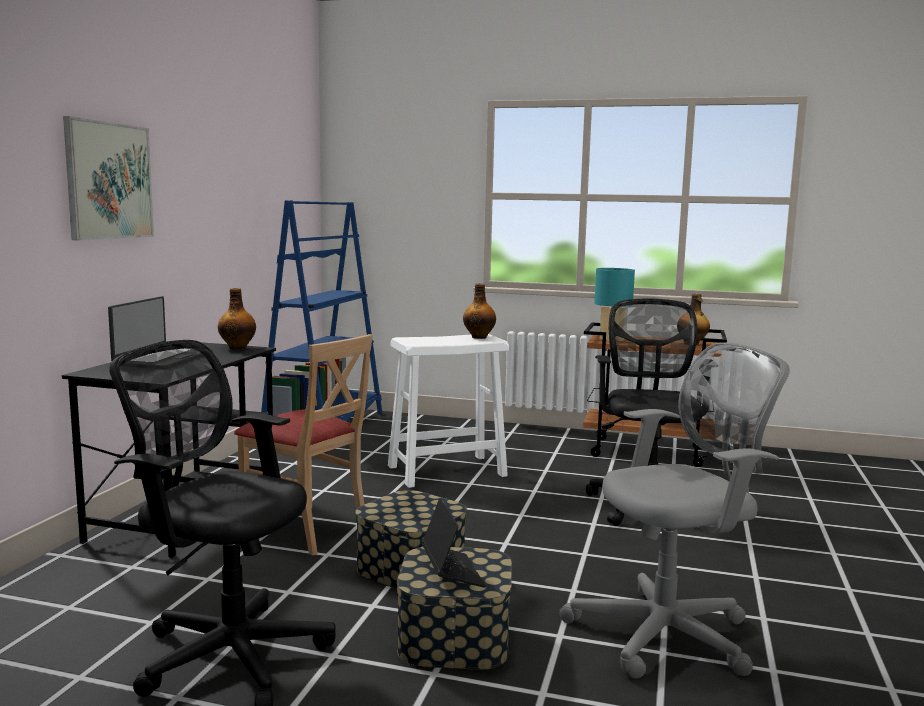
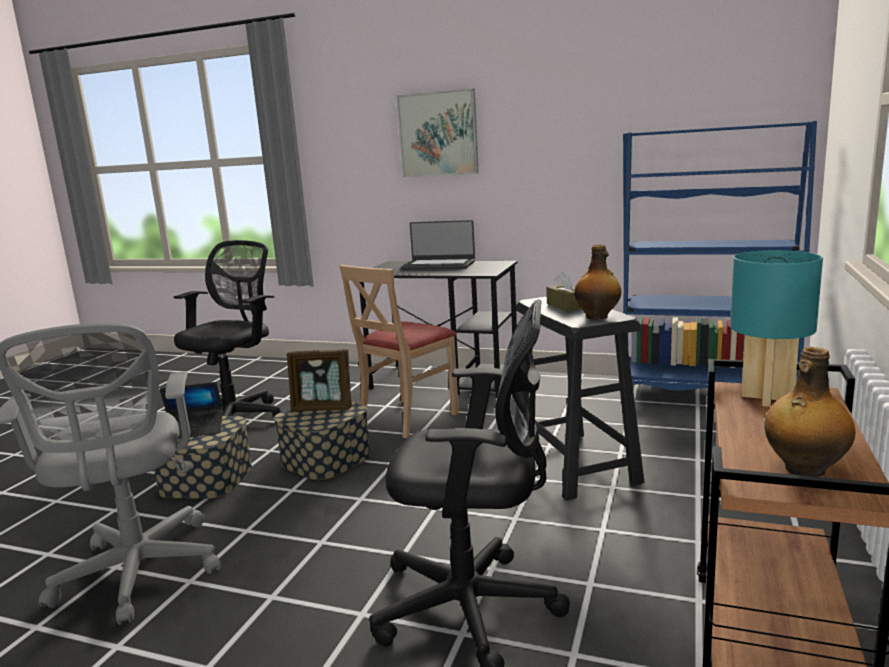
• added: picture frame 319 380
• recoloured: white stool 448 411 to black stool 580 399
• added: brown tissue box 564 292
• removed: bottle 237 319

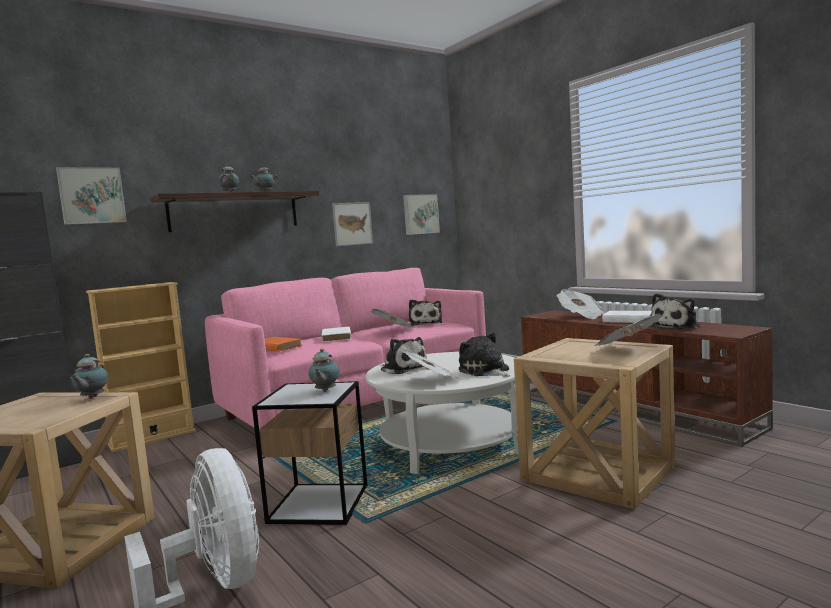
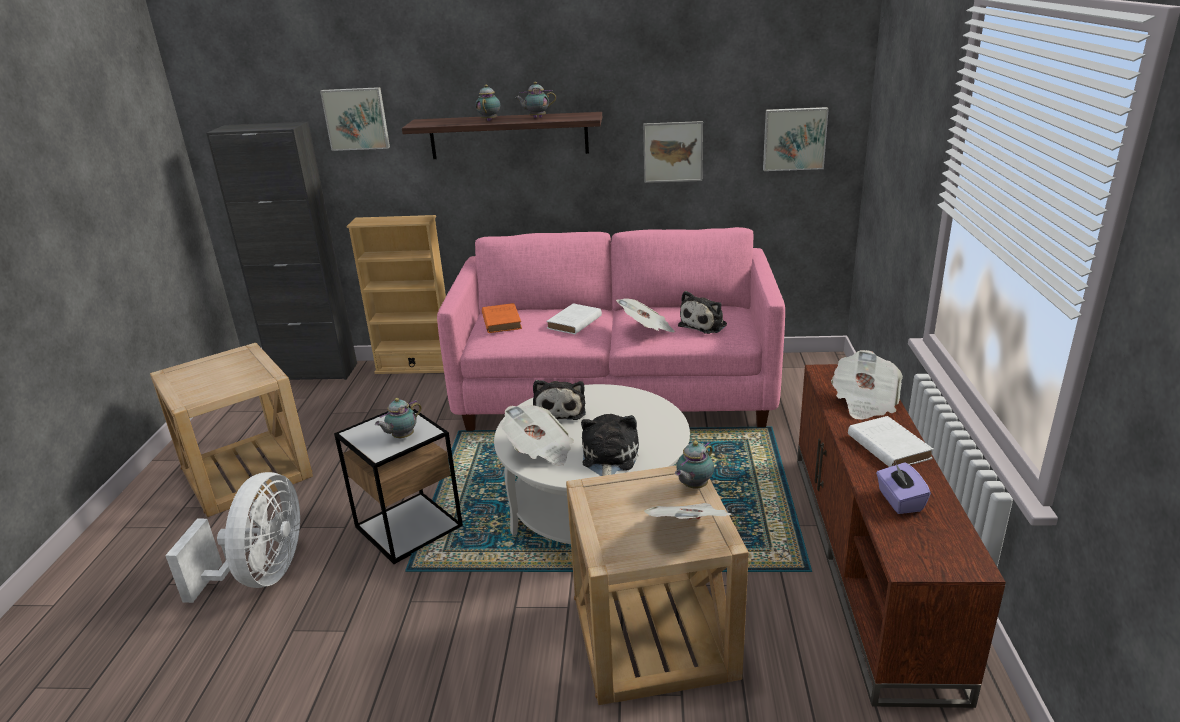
• moved: teapot 89 376 to 694 464
• replaced: plush toy 675 311 to purple tissue box 903 488

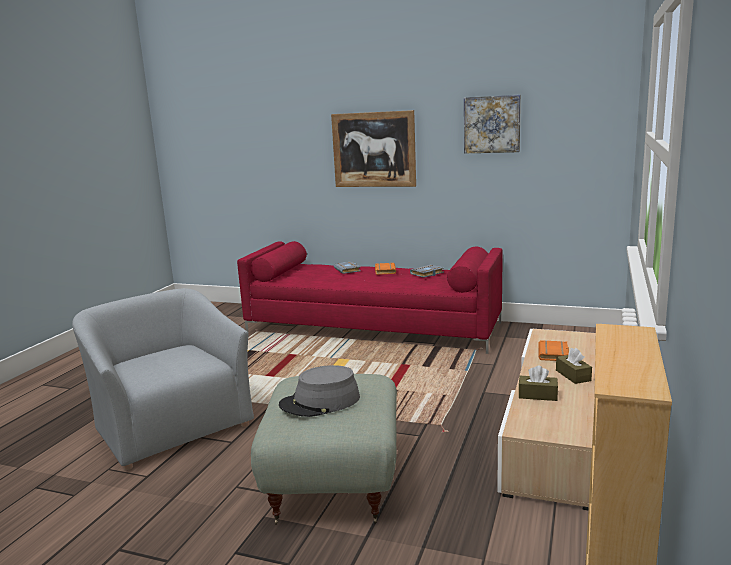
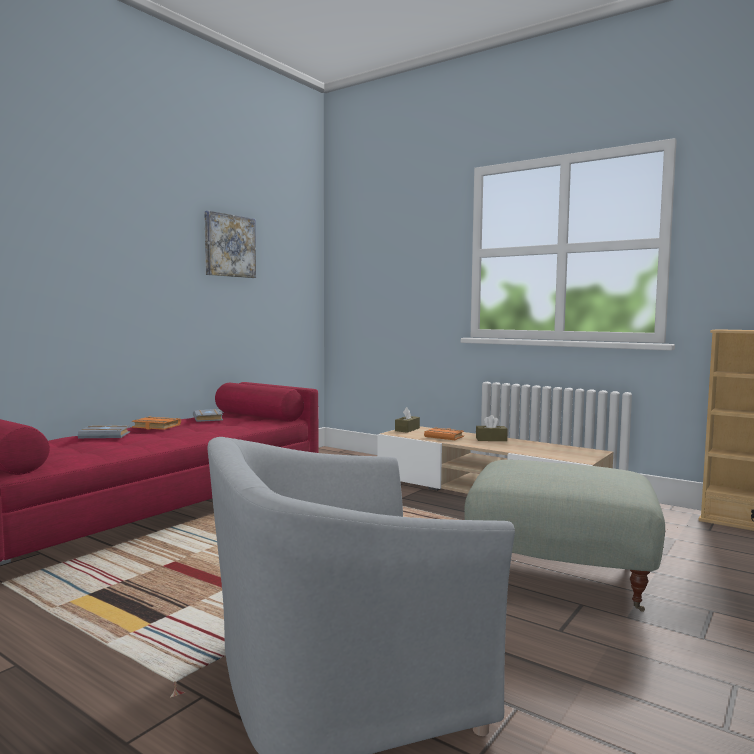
• moved: brown tissue box 538 383 to 407 420
• removed: grey hat 319 391
• removed: picture 373 148

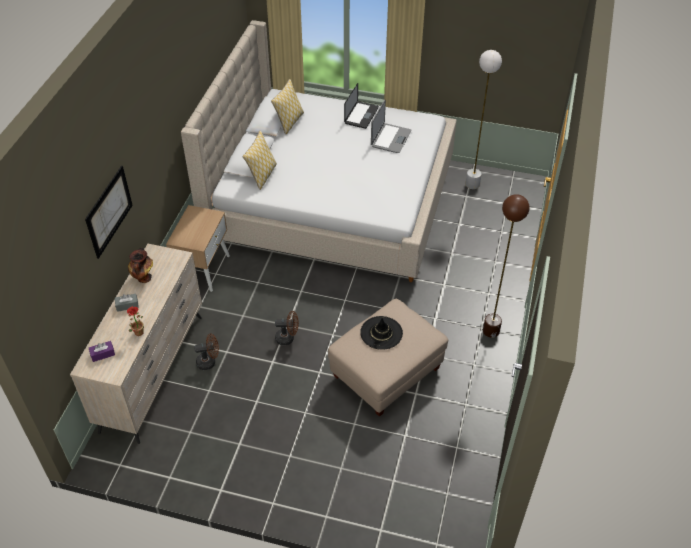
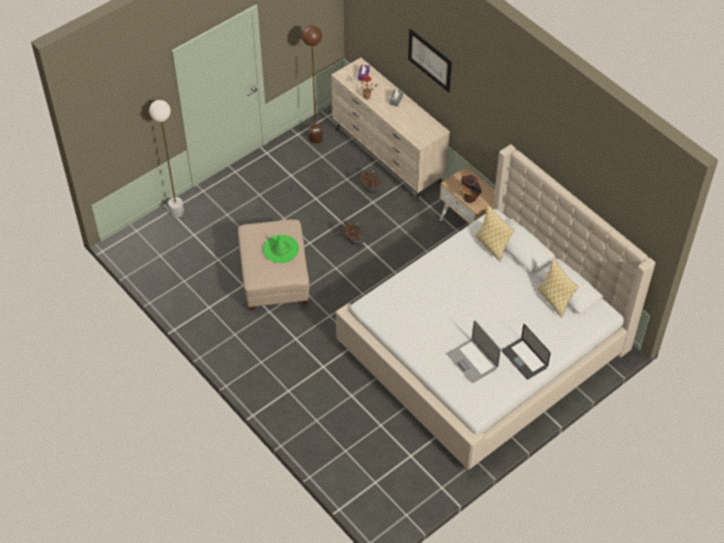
• moved: white floor lamp 484 119 to 166 159
• recoloured: black hat 381 333 to green hat 281 249
• moved: brown floor lamp 506 266 to 312 84
• moved: vase 140 265 to 470 189

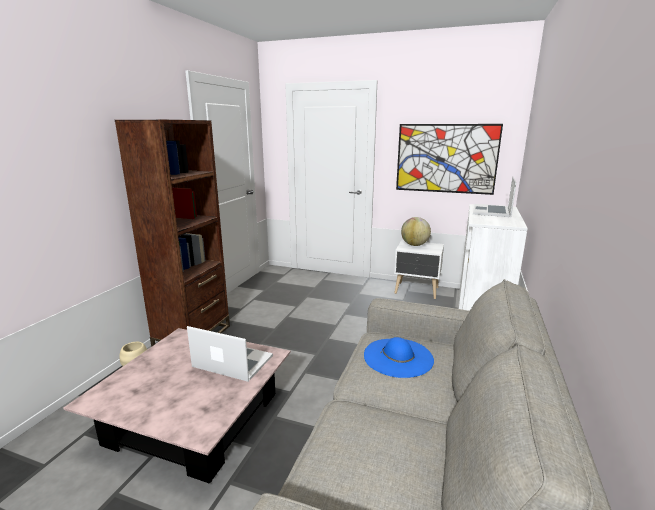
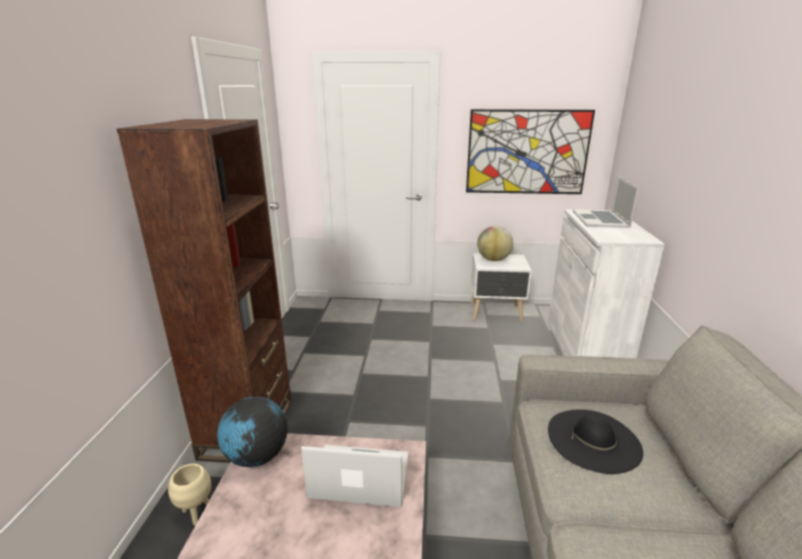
• added: globe 252 432
• recoloured: blue hat 399 357 to black hat 595 441

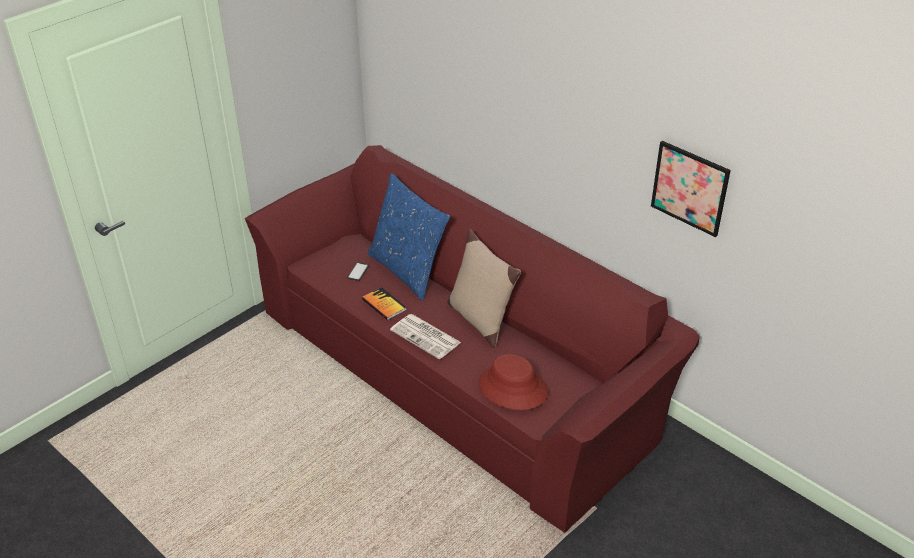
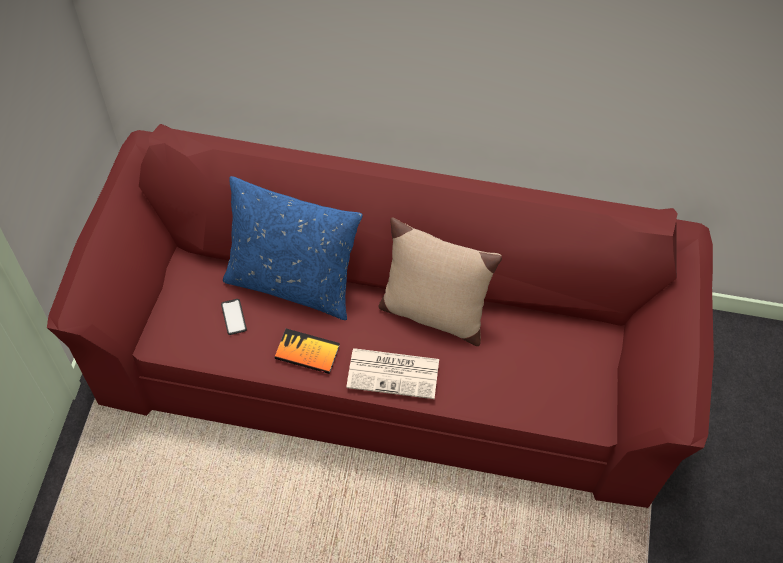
• removed: red hat 513 382
• removed: picture 691 189

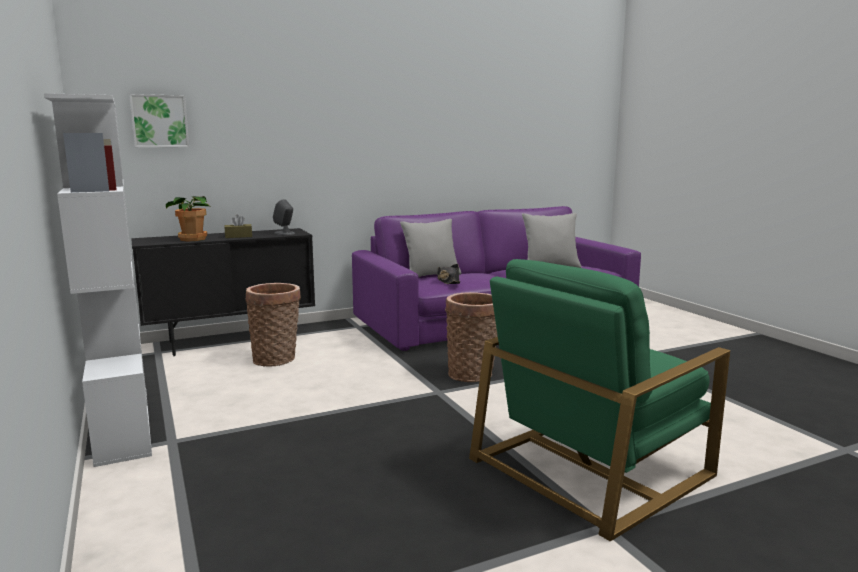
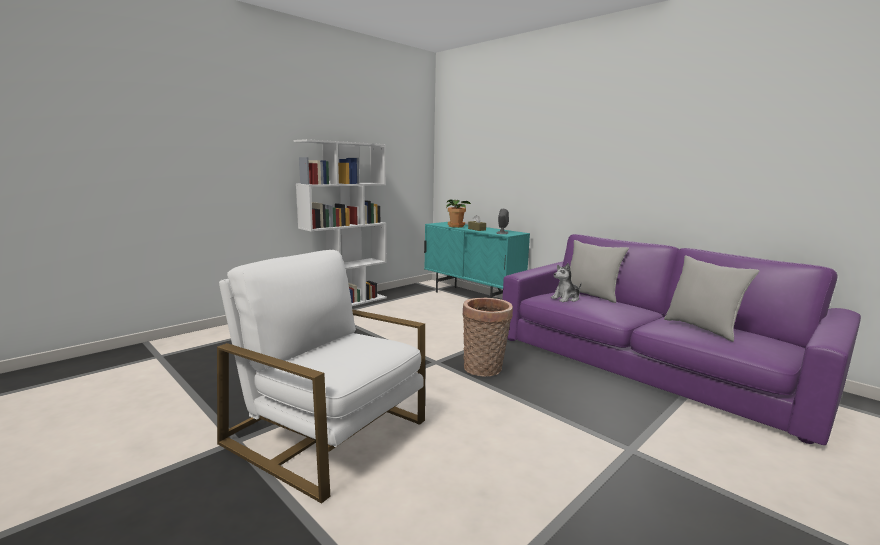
• recoloured: green armchair 599 400 to white armchair 321 377
• recoloured: black cabinet 223 292 to turquoise cabinet 477 260
• replaced: black hat 449 274 to plush toy 566 282
• removed: picture 159 120
• removed: basket 273 325

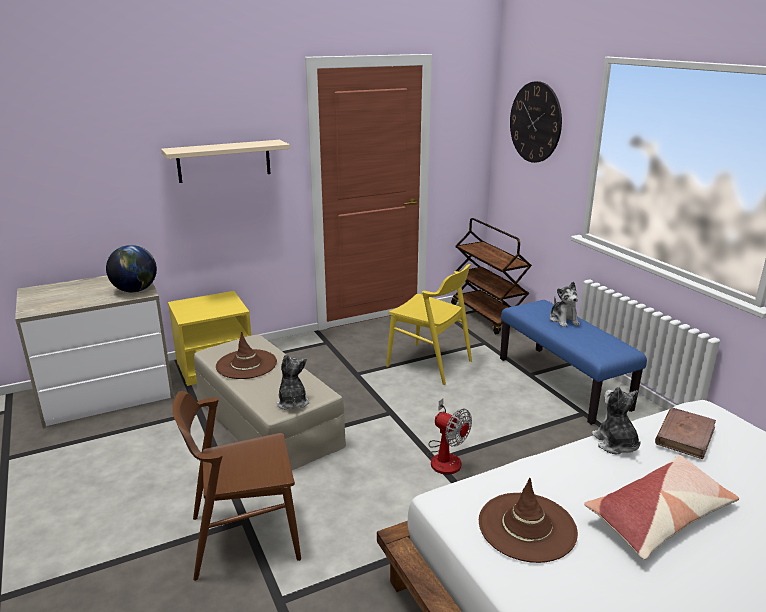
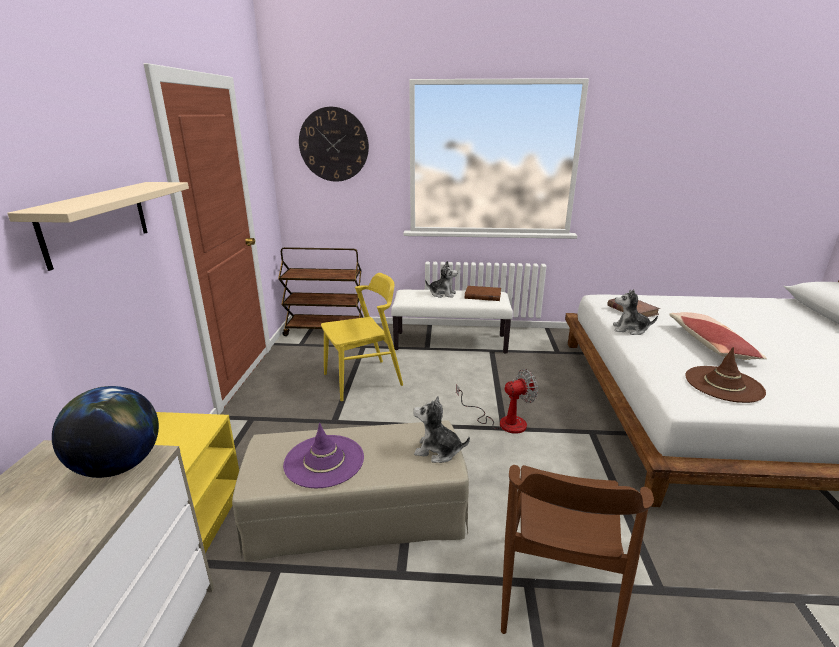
• recoloured: brown hat 246 355 to purple hat 323 455
• recoloured: blue bench 573 362 to white bench 452 321
• added: brown book 483 293

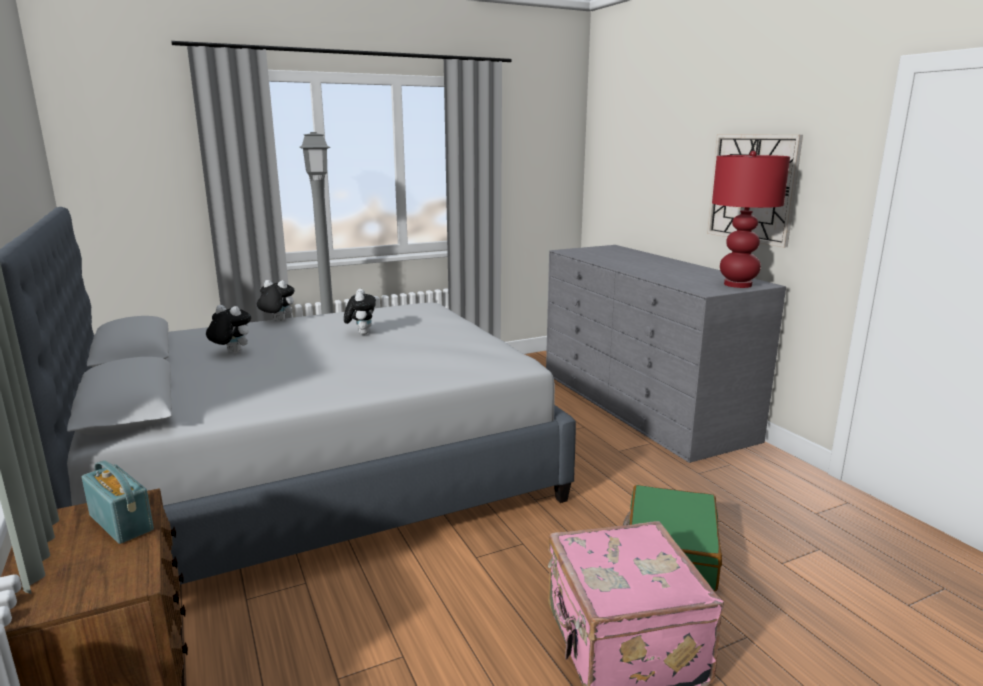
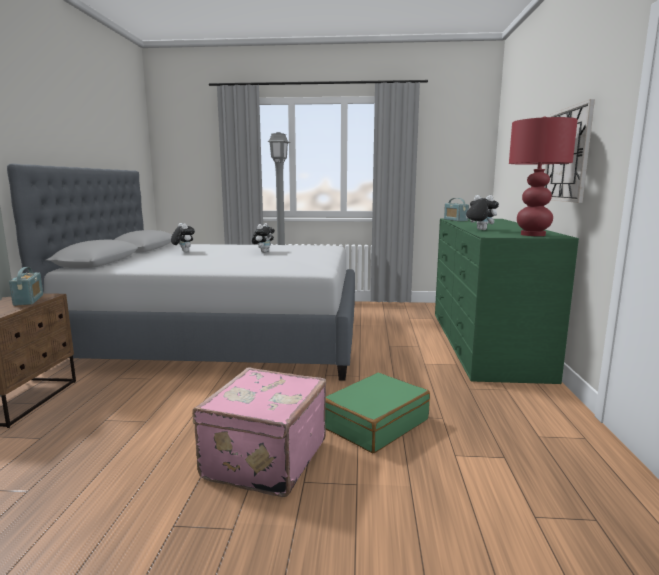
• recoloured: grey dresser 666 354 to green dresser 507 301
• added: radio 456 209
• moved: plush toy 275 300 to 482 212

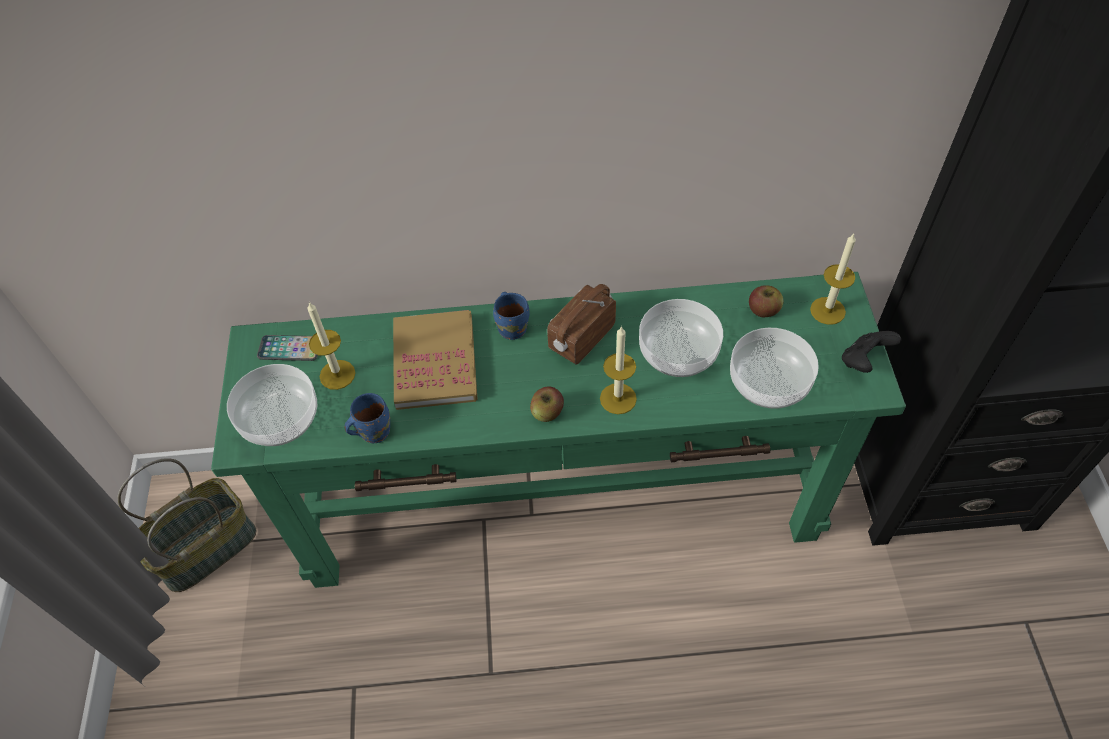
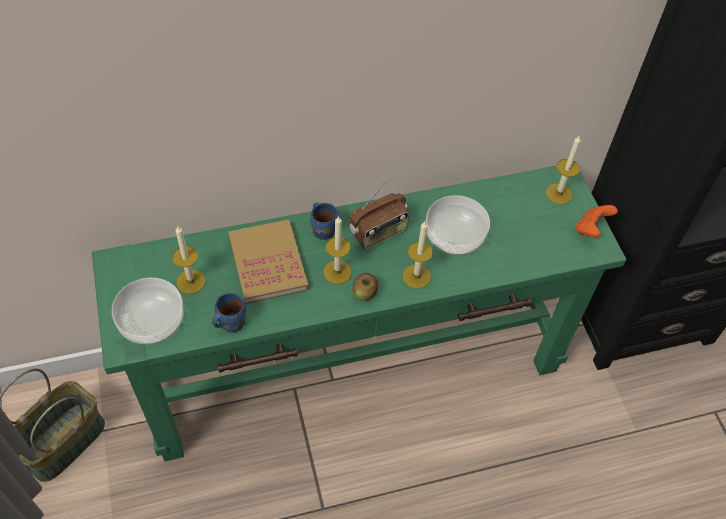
• added: candle 337 250
• turned: radio 581 324 = 379 215 150 degrees counterclockwise
• recoloured: black game controller 871 352 to orange game controller 597 221
• removed: phone 287 348
• removed: bowl 774 368
• removed: apple 766 301

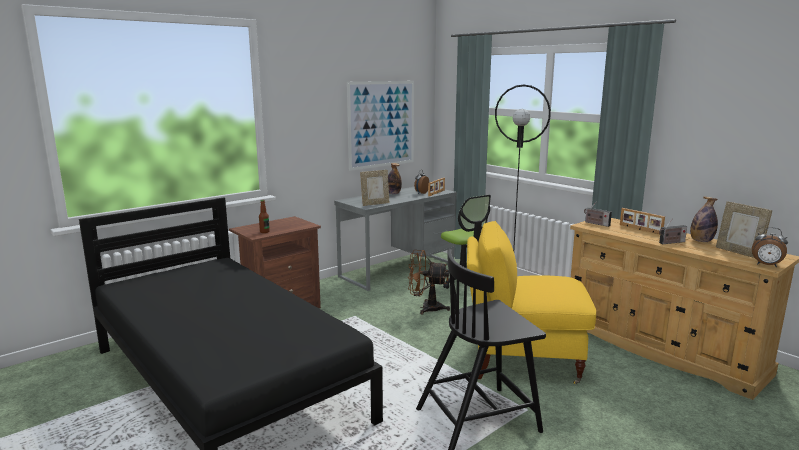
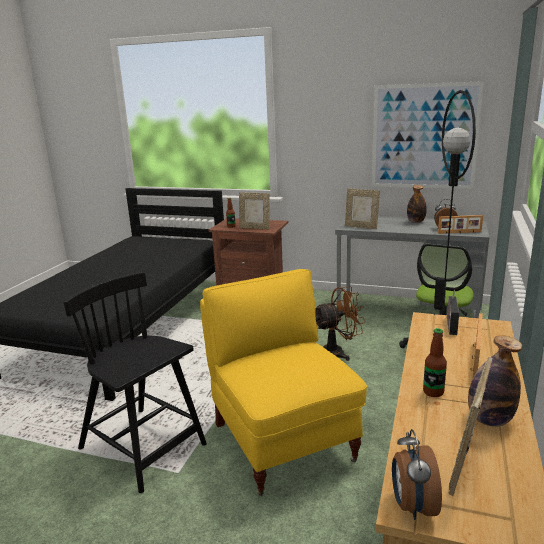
• added: picture frame 254 211
• turned: brown fan 429 282 = 340 323 90 degrees clockwise
• replaced: radio 673 231 to bottle 435 362

